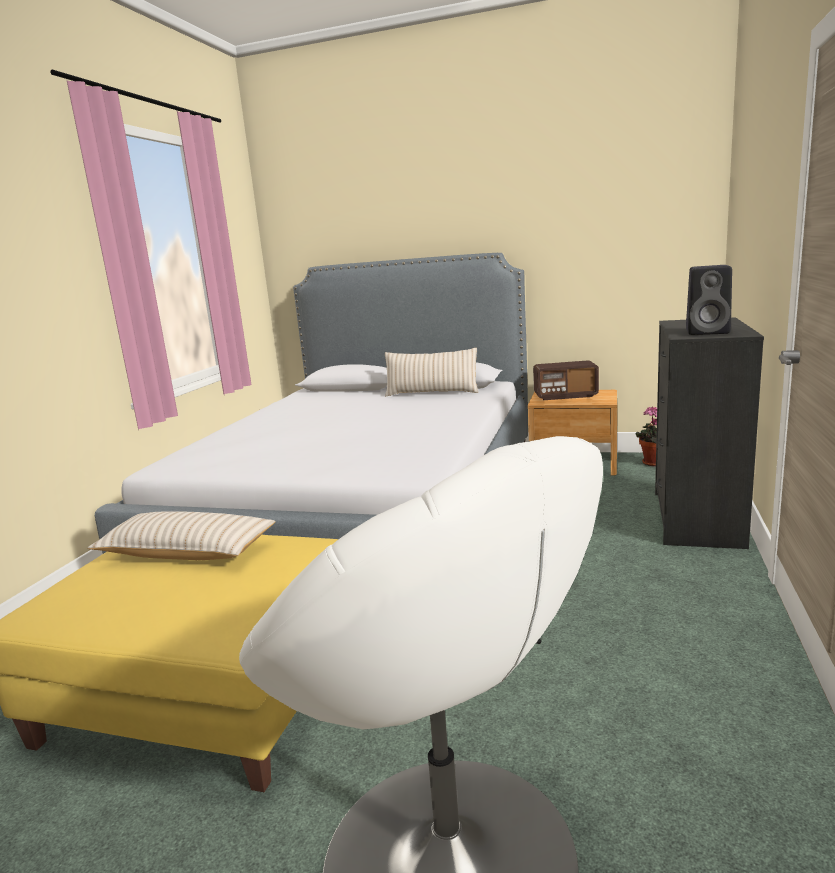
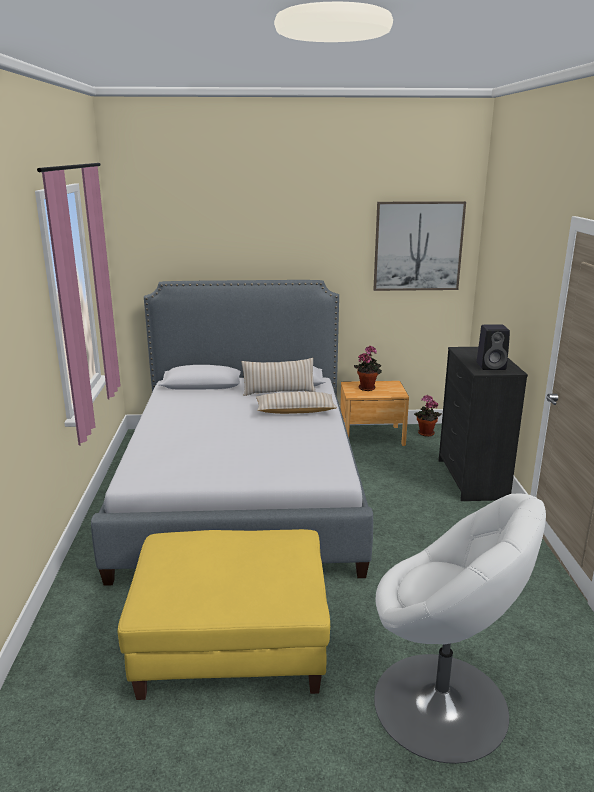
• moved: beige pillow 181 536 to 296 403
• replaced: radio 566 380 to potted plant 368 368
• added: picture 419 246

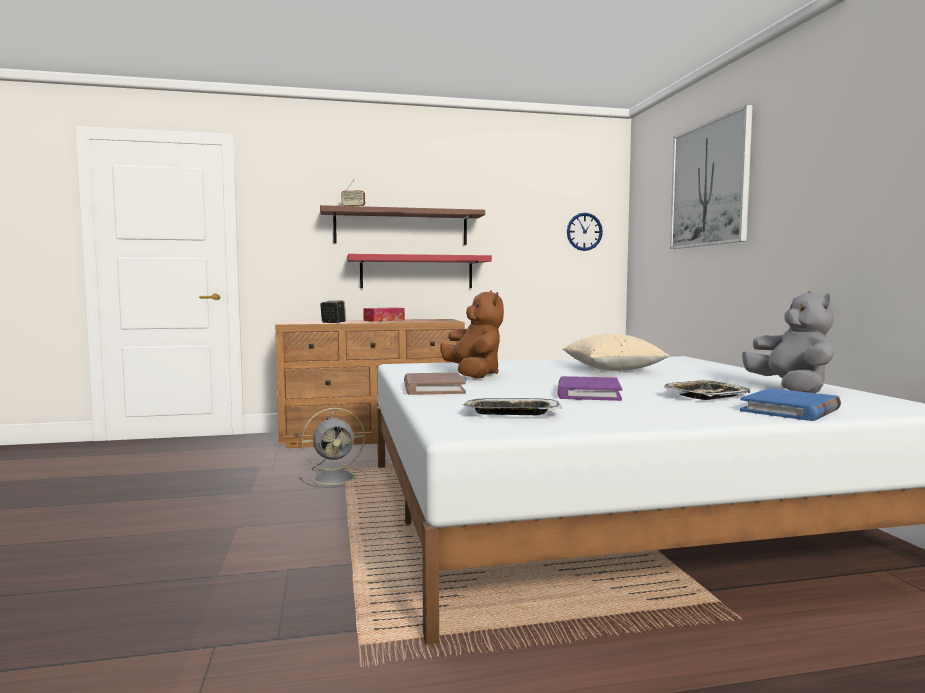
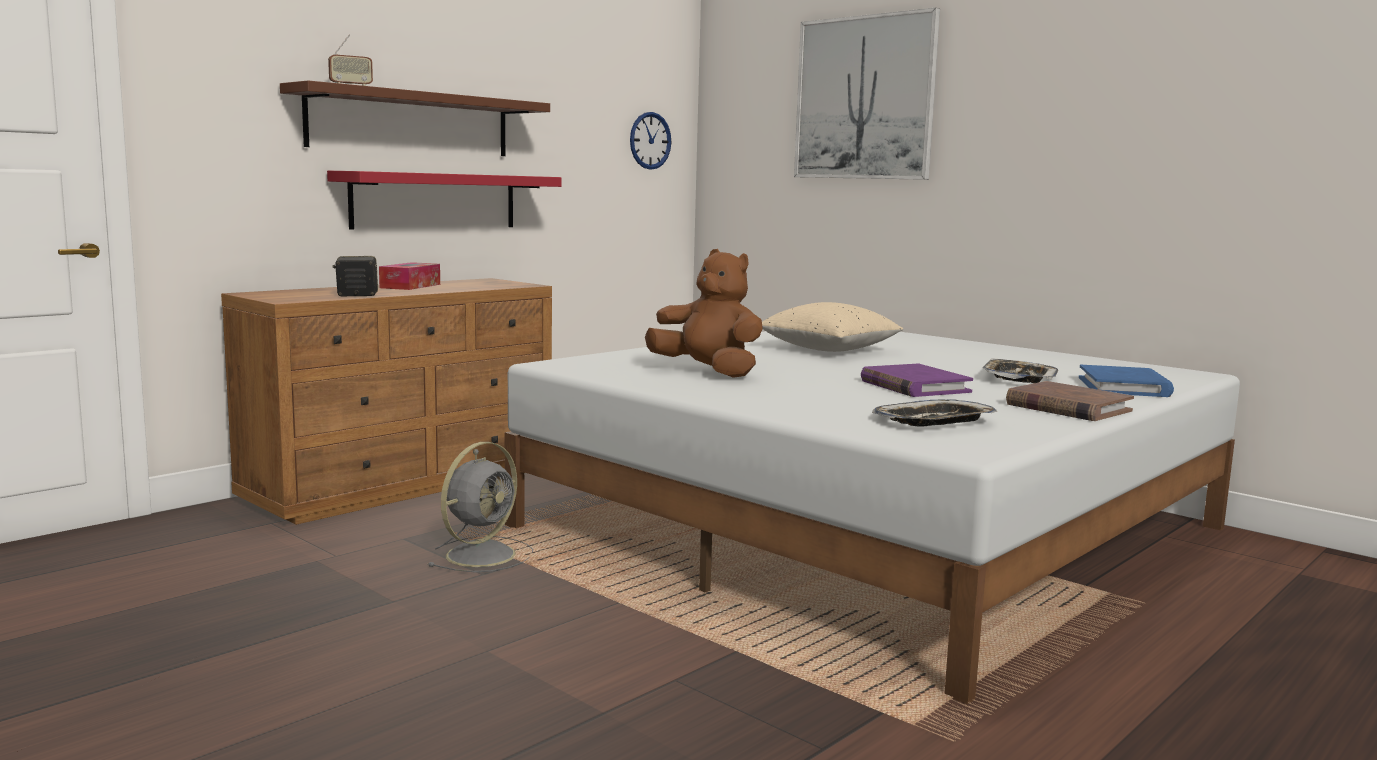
• moved: brown book 435 383 to 1070 401
• removed: grey plush toy 788 342

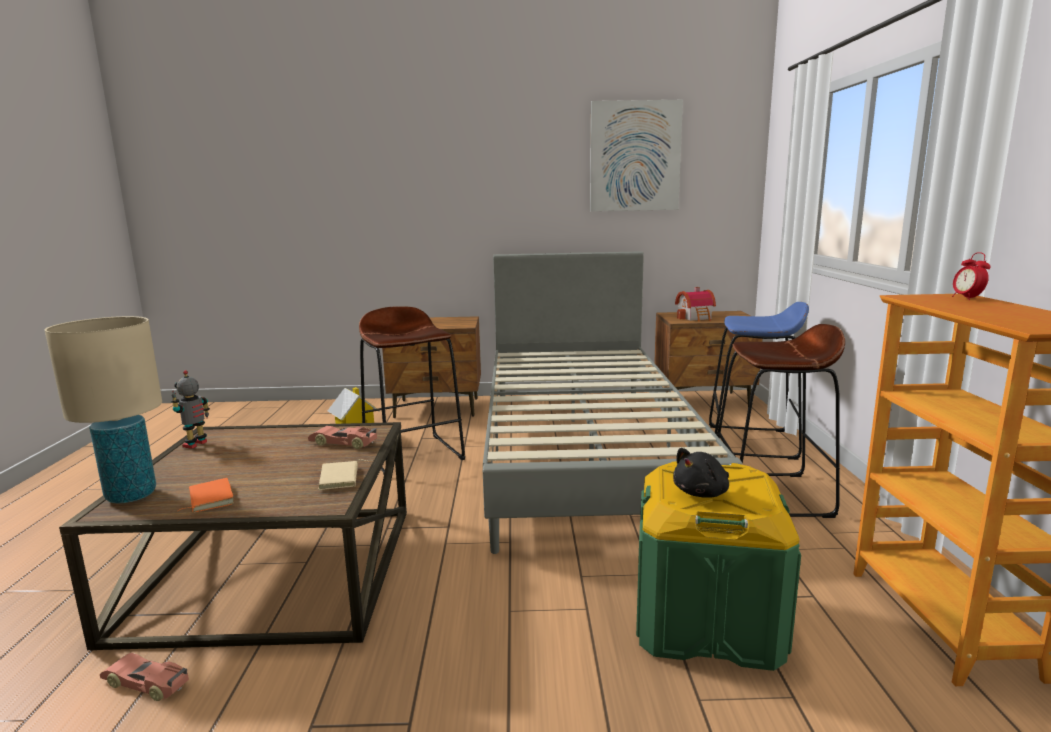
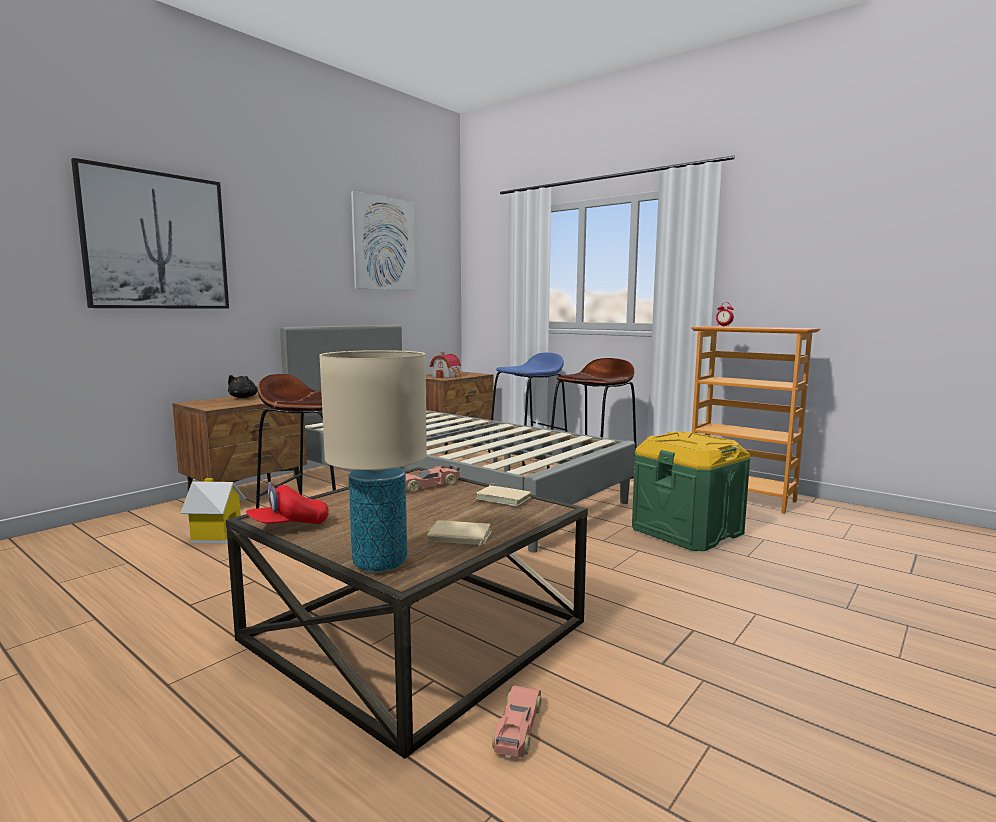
• added: picture 150 233
• moved: black plush toy 701 473 to 243 386
• replaced: toy robot 190 409 to red cap 287 503
• recoloured: orange book 206 495 to beige book 459 533
• turned: toy car 144 677 = 516 722 135 degrees clockwise

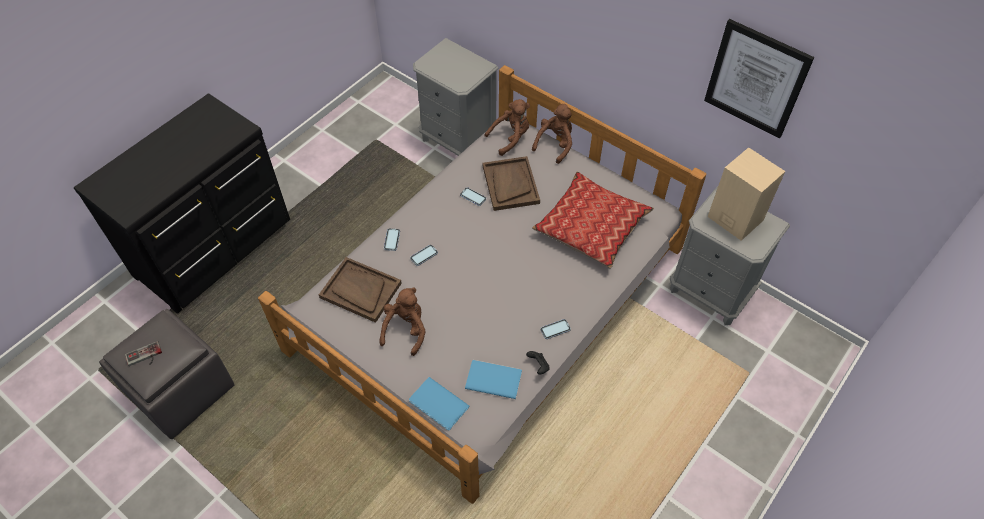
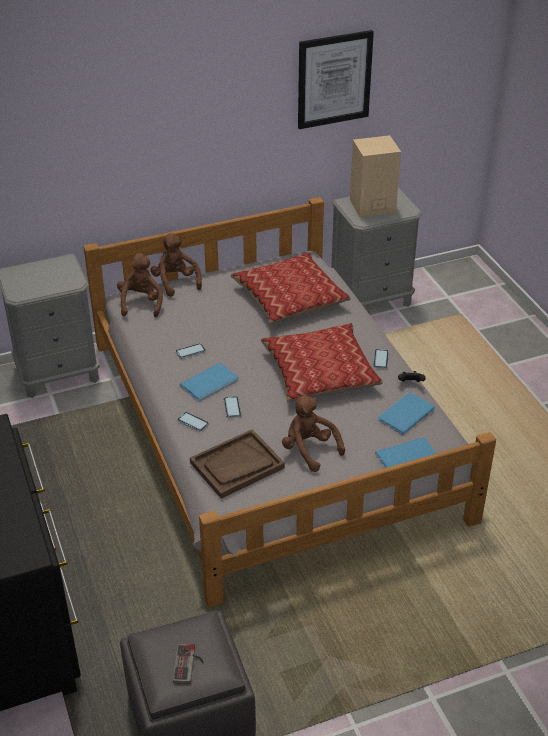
• added: blue book 209 382
• added: pillow 322 362
• removed: brown tray 511 183

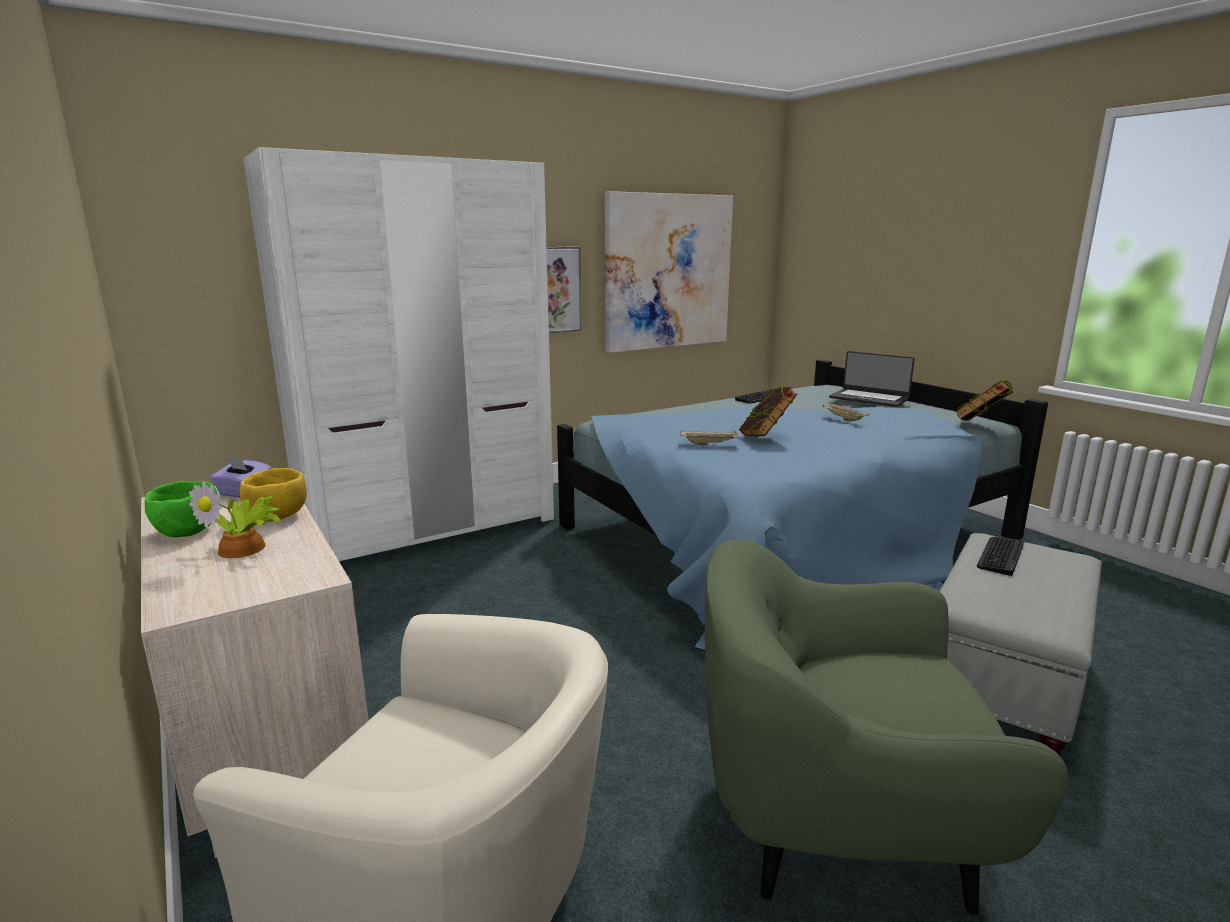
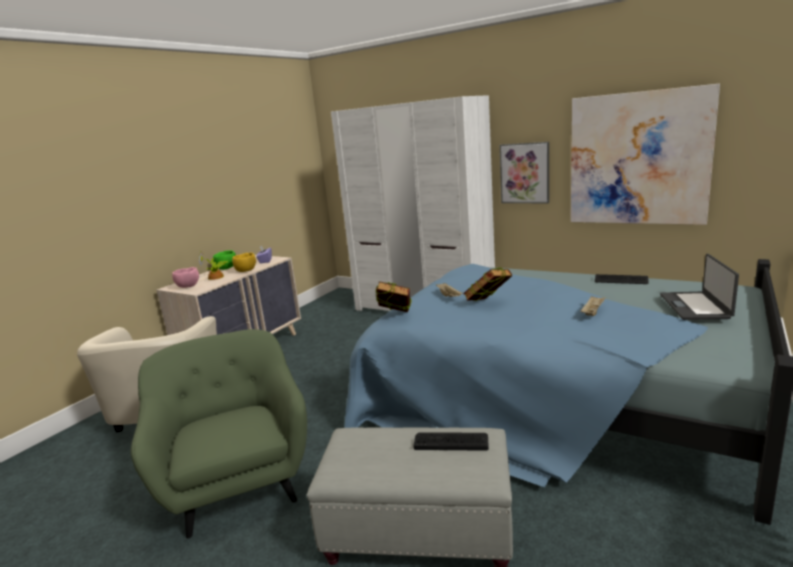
• added: pink bowl 185 277
• moved: book 984 400 to 393 296

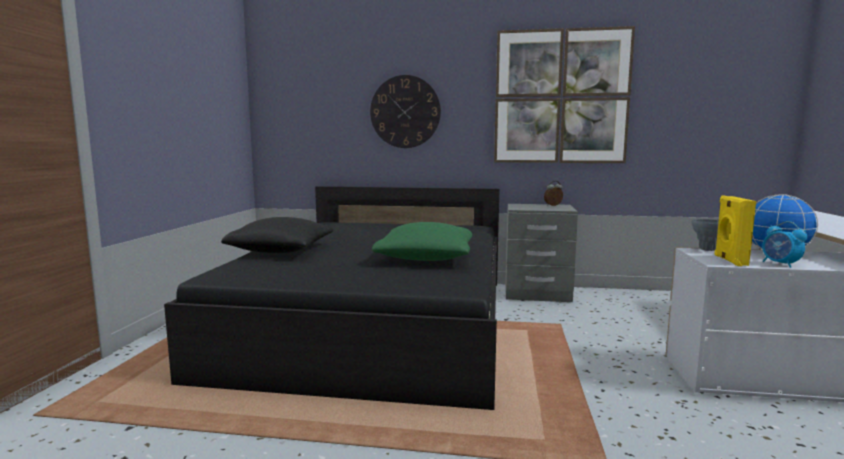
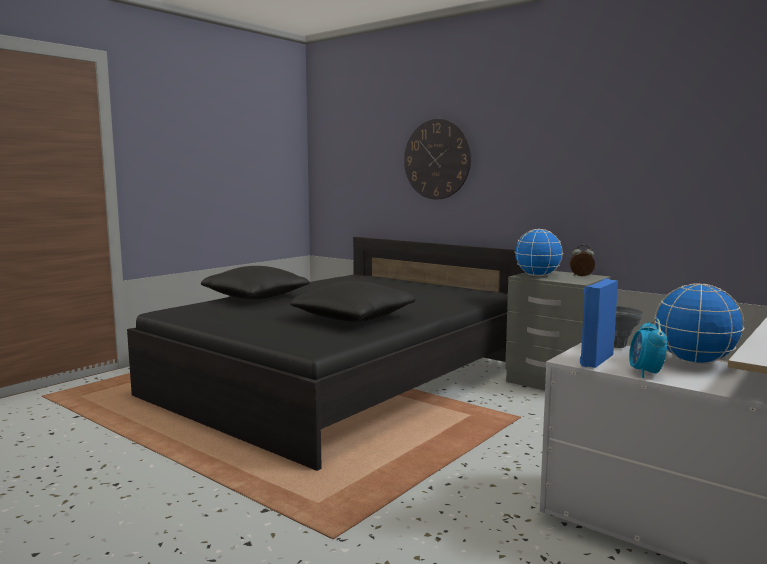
• recoloured: green pillow 422 241 to black pillow 353 301
• added: globe 538 252
• recoloured: yellow speaker 735 231 to blue speaker 599 323
• removed: picture 564 94

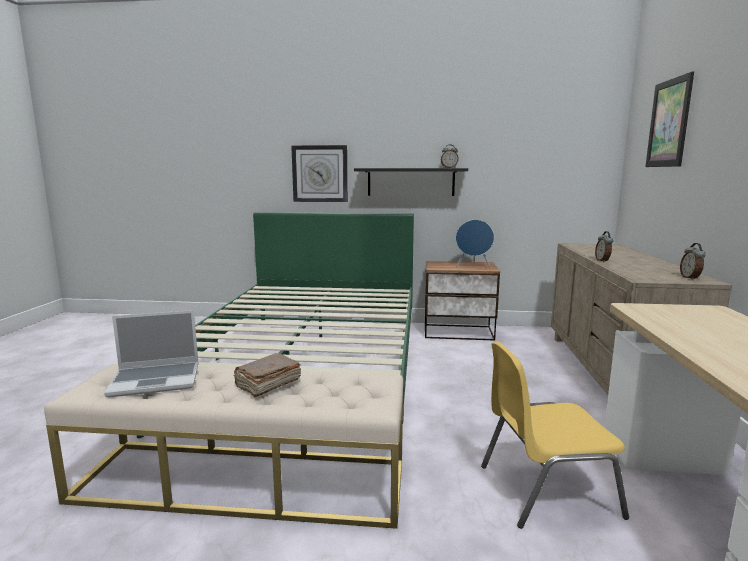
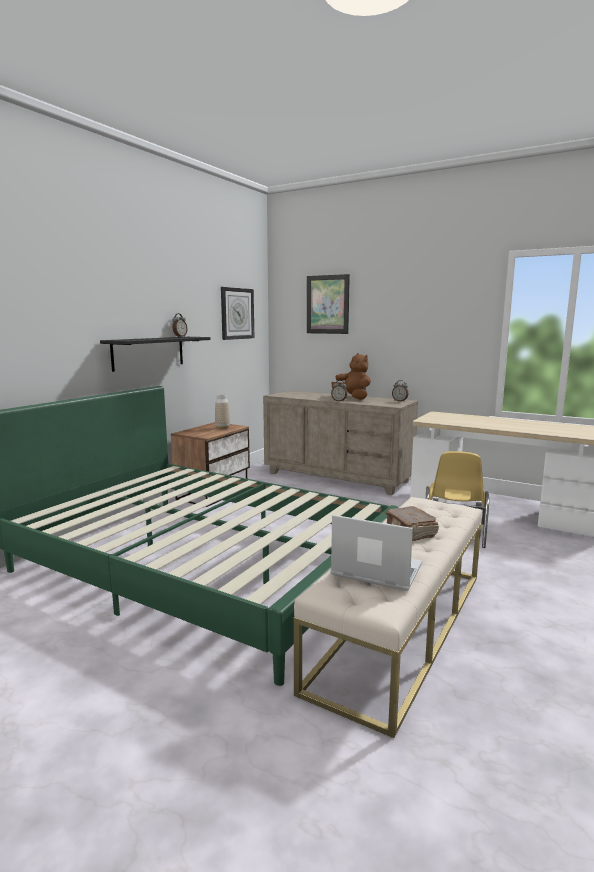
• replaced: blue speaker 475 244 to vase 222 411
• moved: wall clock 319 173 to 237 313
• turned: laptop 151 353 = 376 553 75 degrees counterclockwise
• added: brown plush toy 351 376

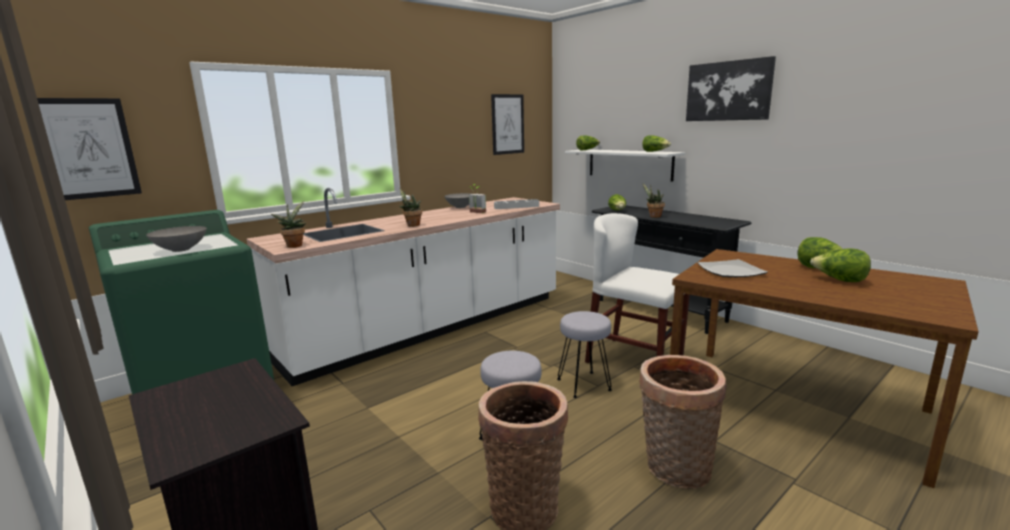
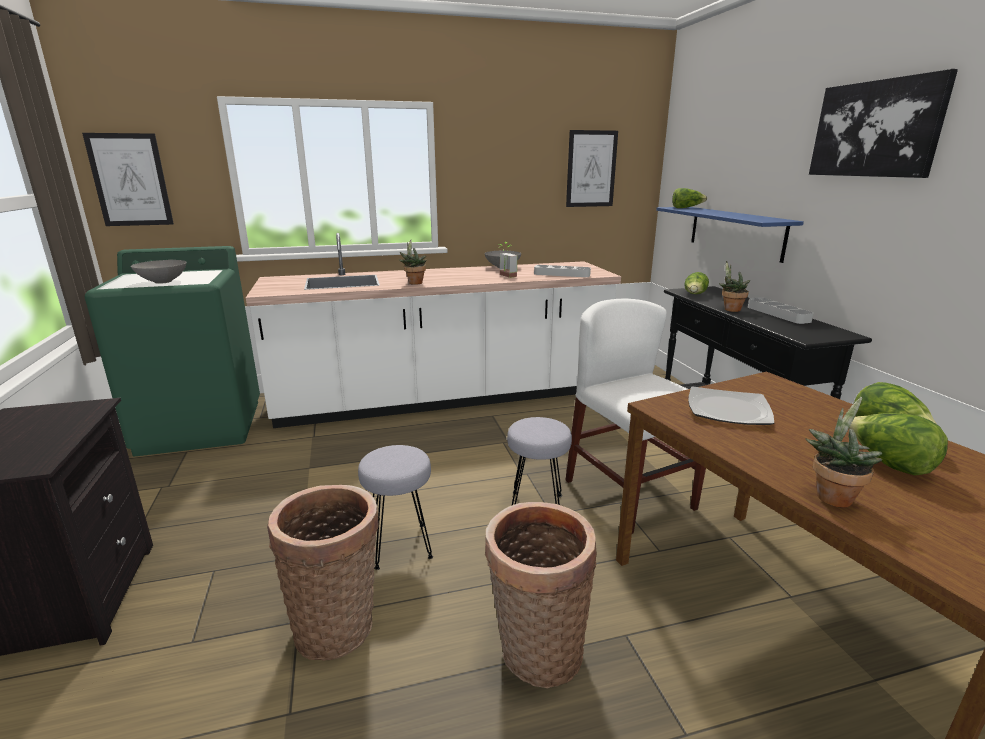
• recoloured: white shelf 625 165 to blue shelf 730 235
• added: grey tray 780 310
• moved: potted plant 288 224 to 844 452
• removed: lettuce 656 143

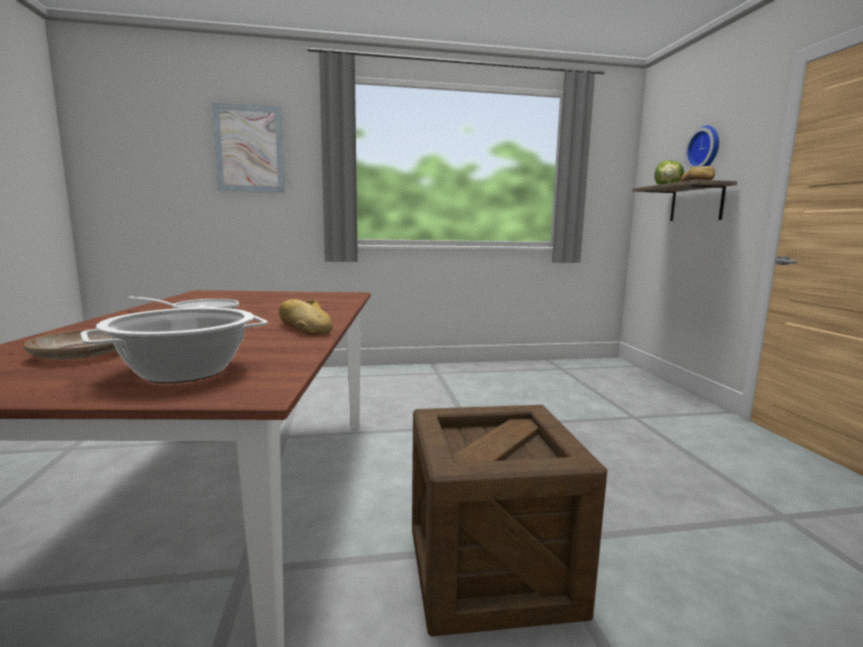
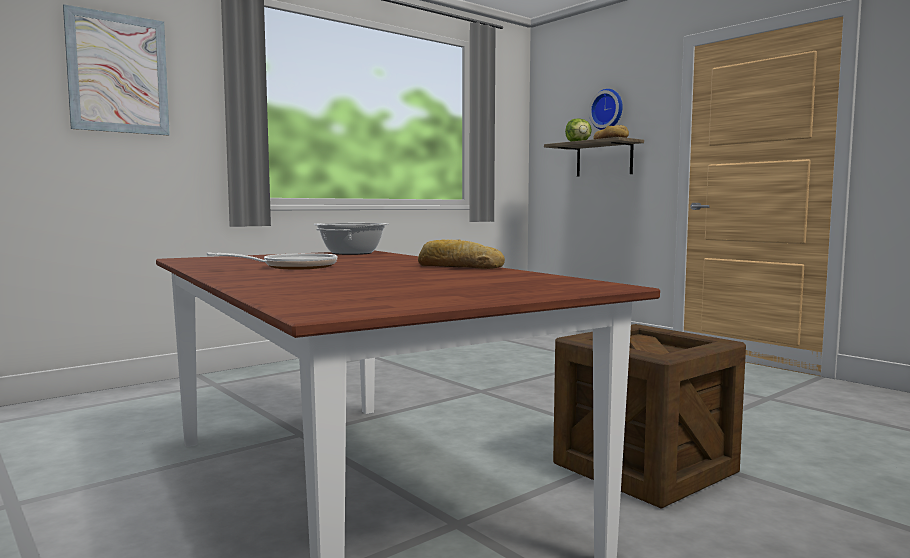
• moved: cooking pot 174 345 to 351 239
• removed: beige plate 70 344

